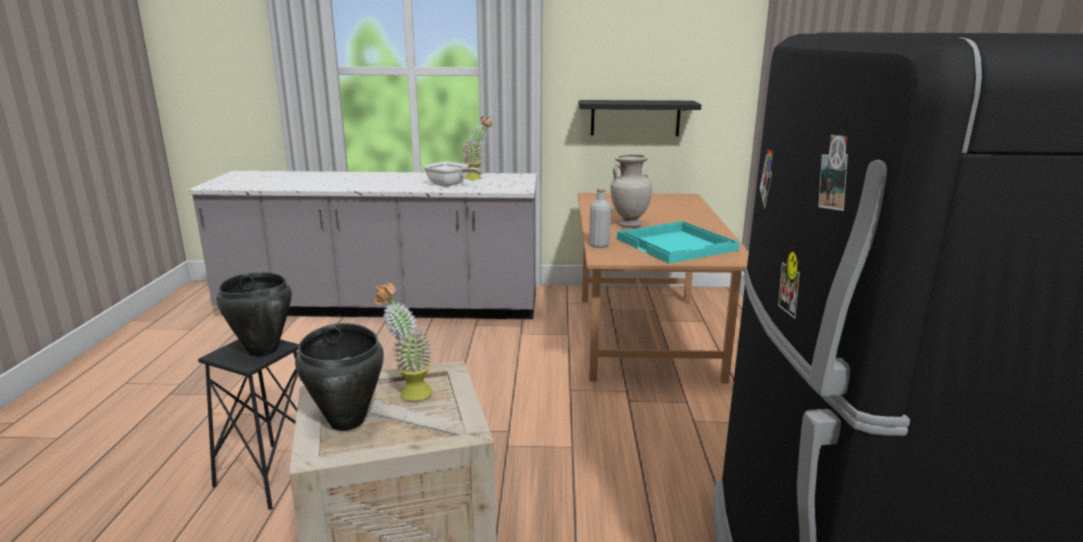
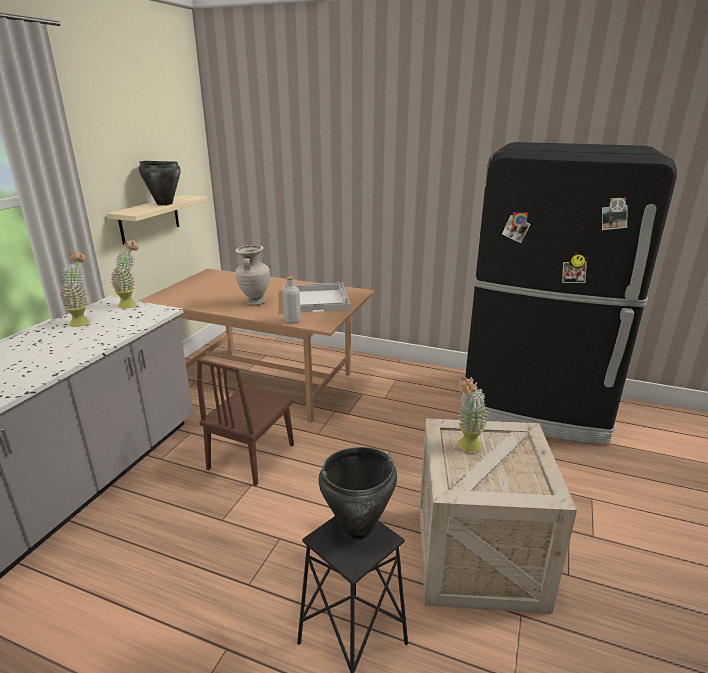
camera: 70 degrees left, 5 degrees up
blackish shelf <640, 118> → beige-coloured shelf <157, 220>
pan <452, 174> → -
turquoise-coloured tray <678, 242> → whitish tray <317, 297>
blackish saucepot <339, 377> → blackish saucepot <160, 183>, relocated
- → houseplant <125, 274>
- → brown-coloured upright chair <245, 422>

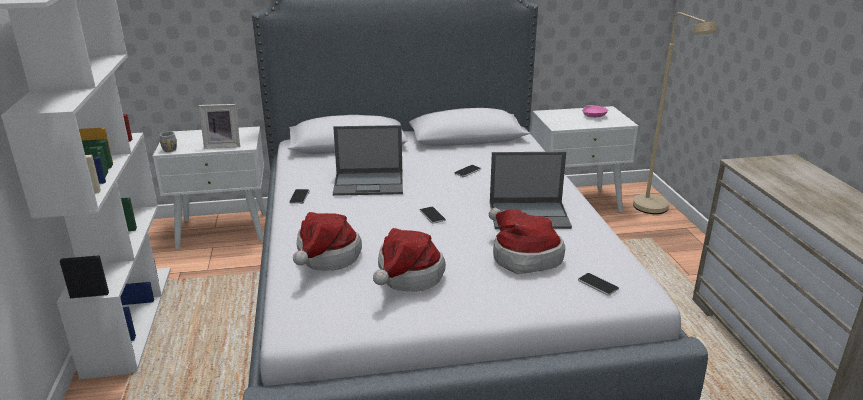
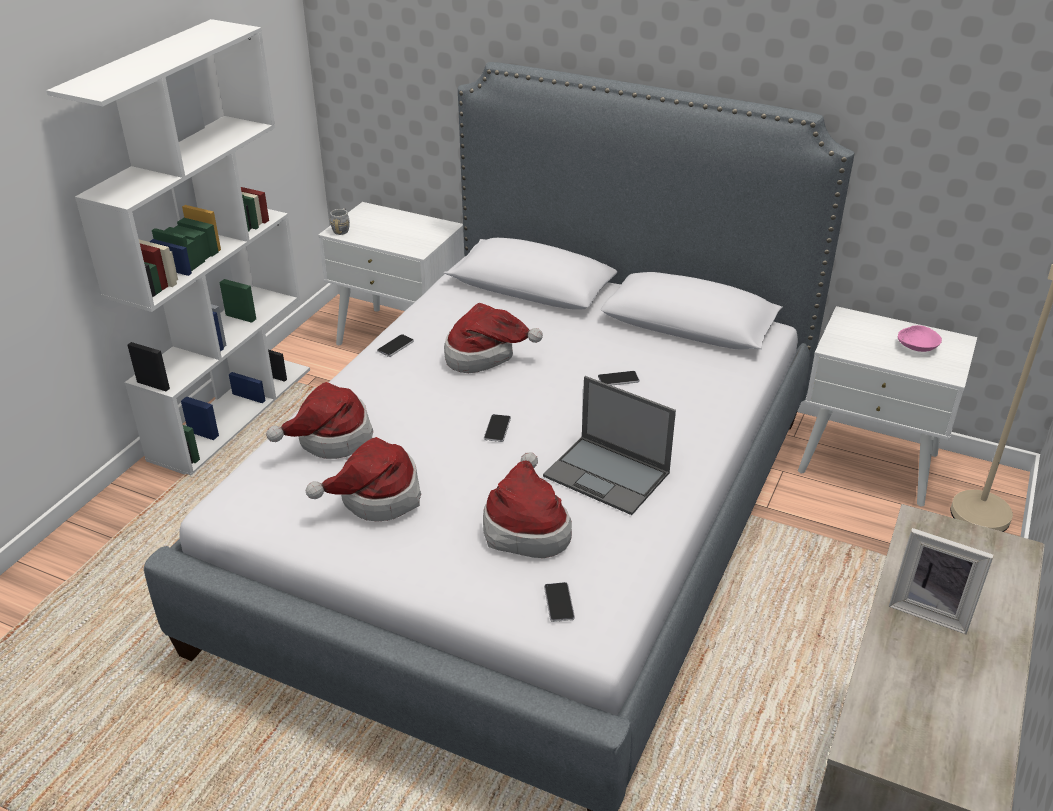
camera: 35 degrees right, 10 degrees up
standing frame <219, 126> → standing frame <941, 581>, relocated
notebook computer <368, 160> → clothing hat <493, 338>

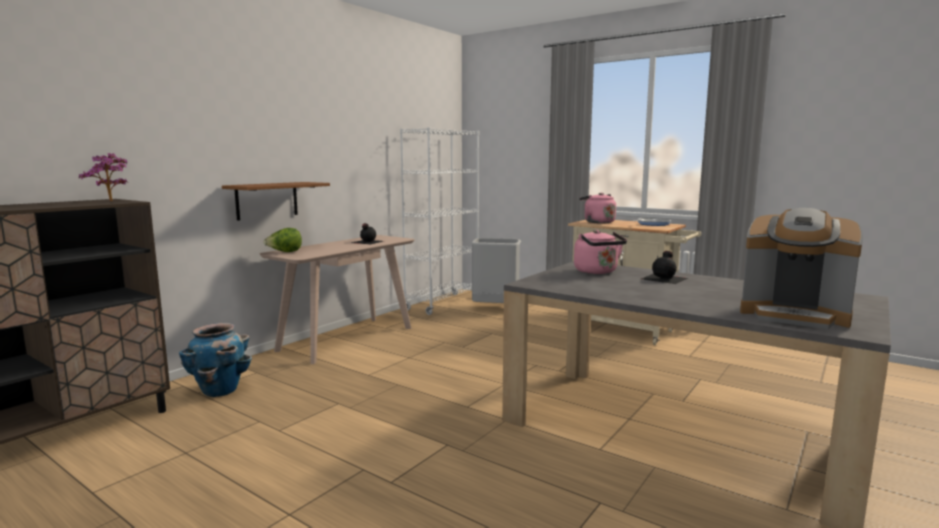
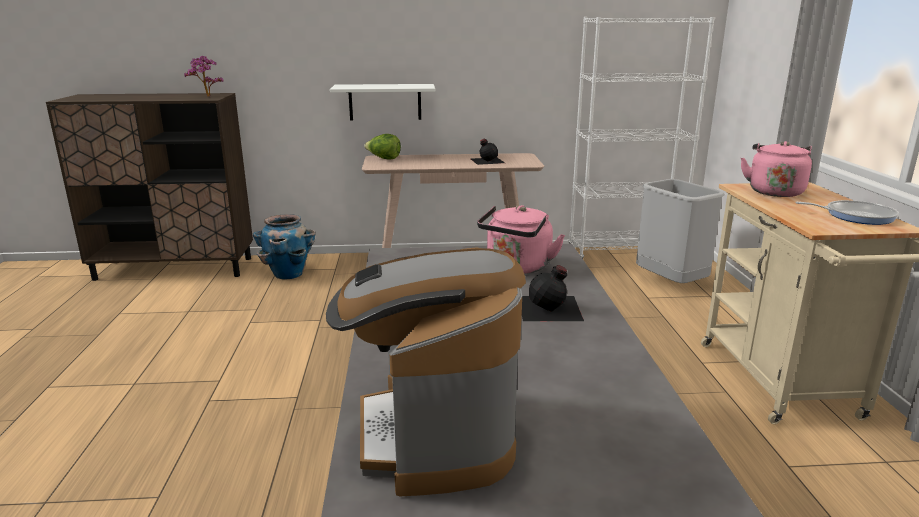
camera: 50 degrees right, 10 degrees up
brown-coloured shelf <276, 201> → whitish shelf <382, 102>

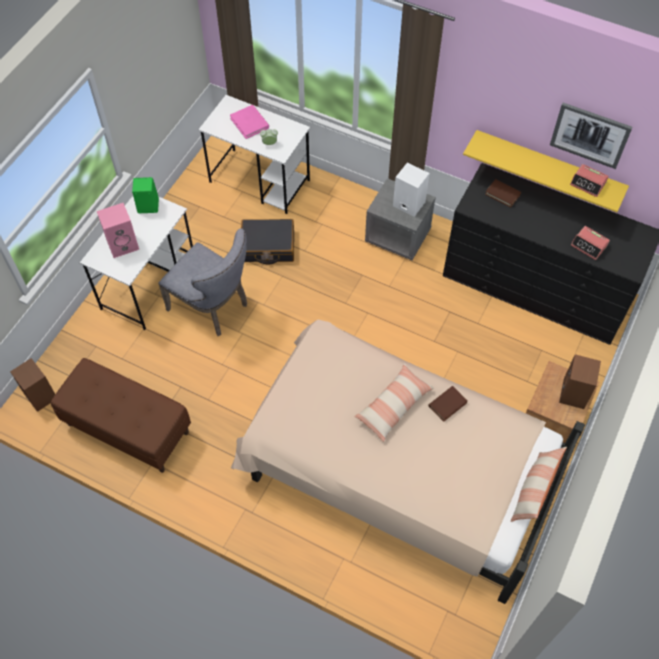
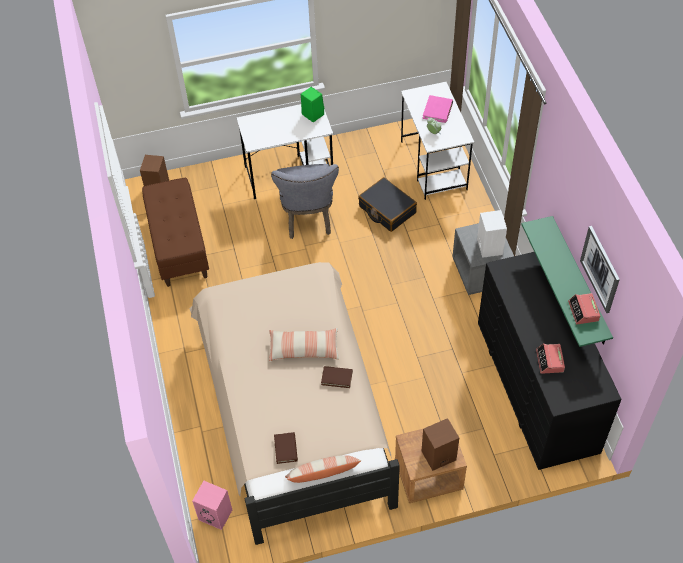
camera: 50 degrees right, 5 degrees down
yellow shelf <546, 171> → greenish shelf <567, 281>
brown-coloured volume <503, 193> → brown-coloured volume <286, 448>, relocated
pinkish audio speaker <118, 230> → pinkish audio speaker <212, 505>, relocated

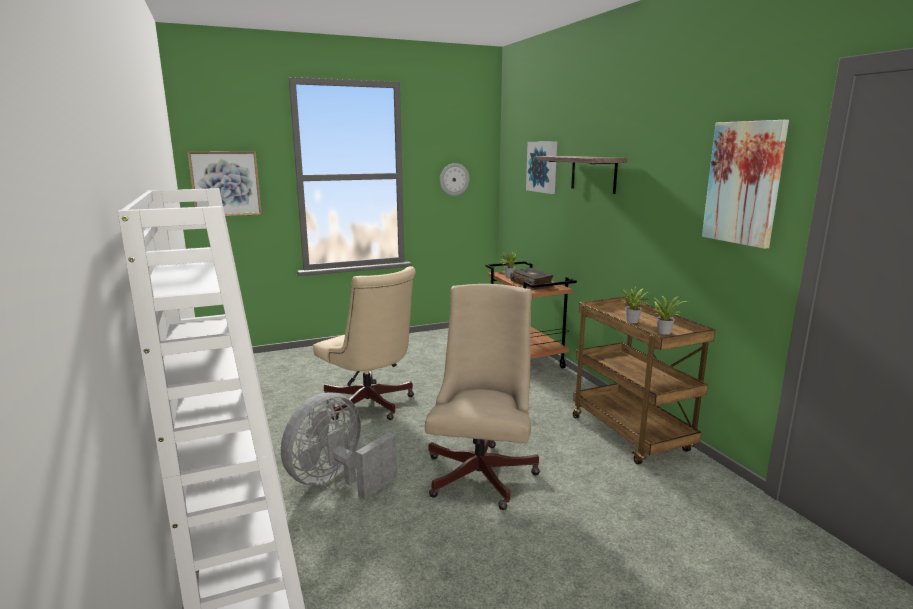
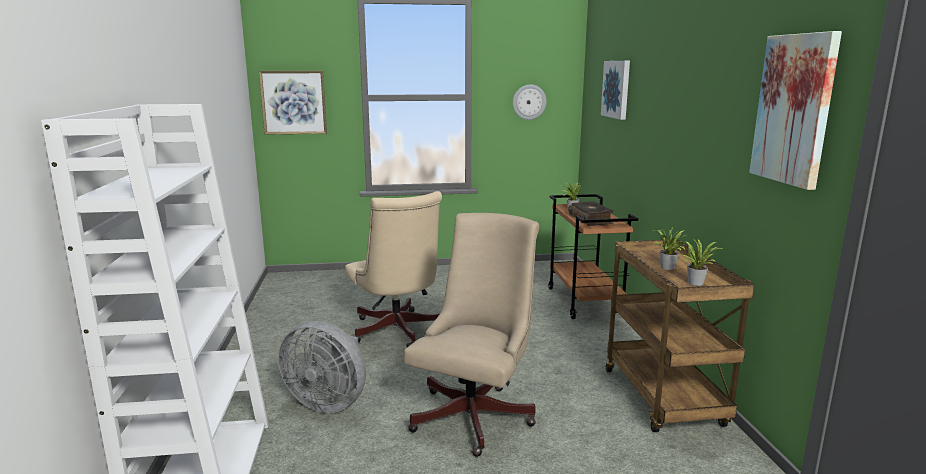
camera: 15 degrees right, 0 degrees up
shelf <582, 175> → -
gray electric fan <339, 446> → gray electric fan <322, 367>, 120 degrees counterclockwise

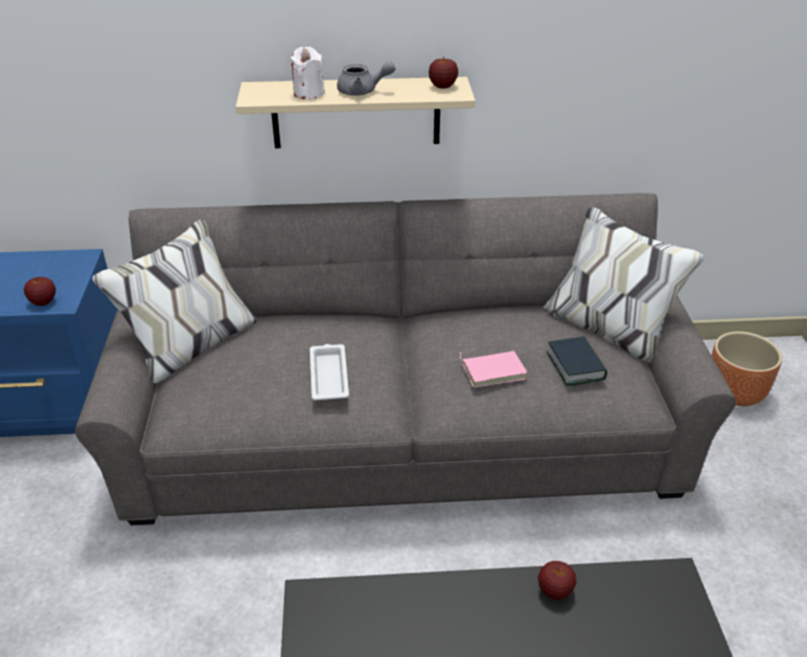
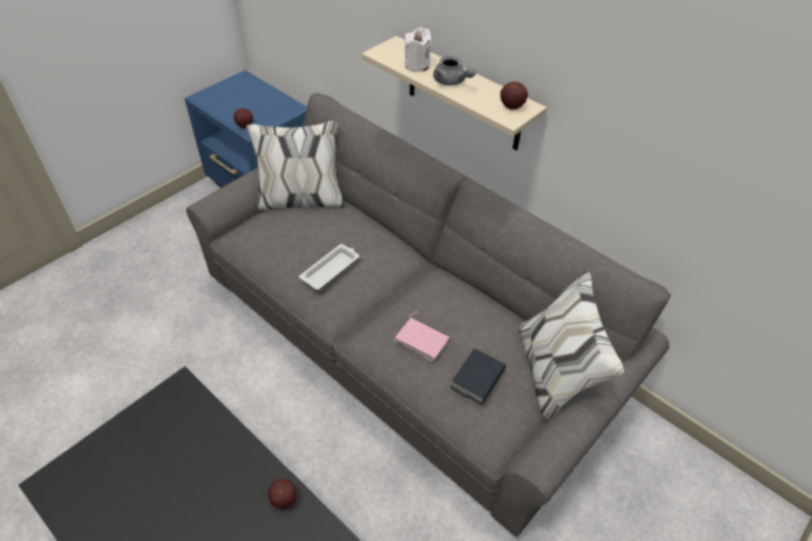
camera: 45 degrees right, 10 degrees up
brown-coloured flower pot <746, 368> → -

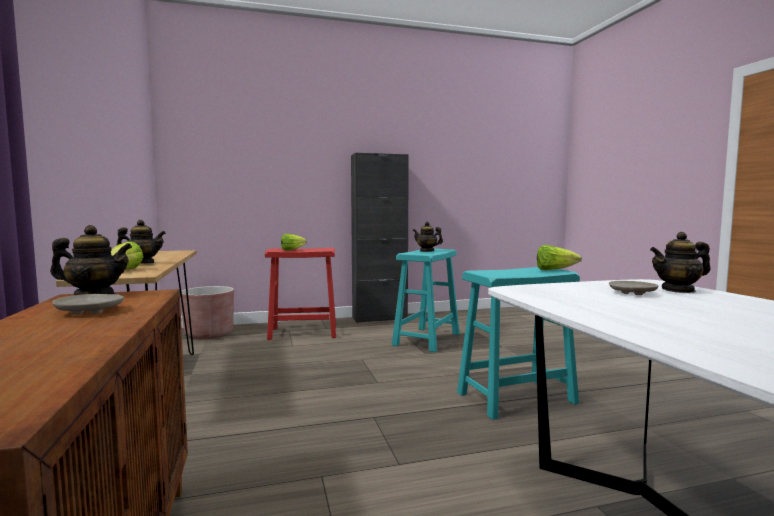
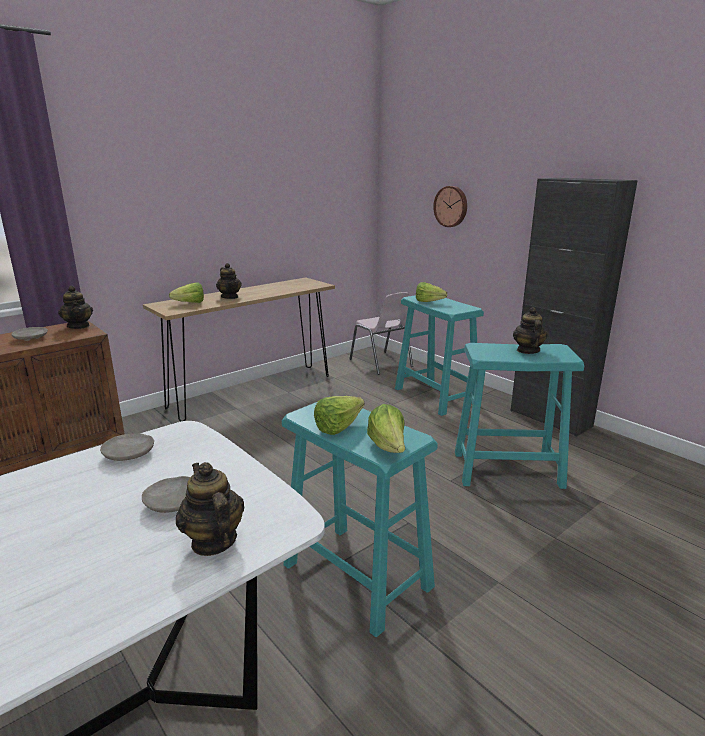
camera: 65 degrees right, 15 degrees up
red stool seat <300, 294> → turquoise-coloured stool seat <439, 355>
brown-coloured flower pot <207, 312> → pinkish upright chair <381, 333>
- → wall clock <450, 206>
- → lettuce <339, 415>
- → beige-coloured flat dish <127, 447>

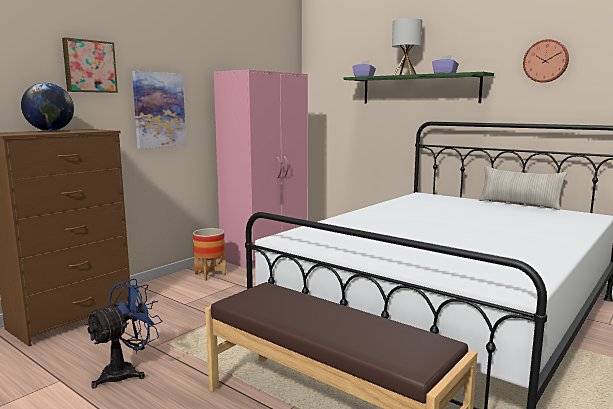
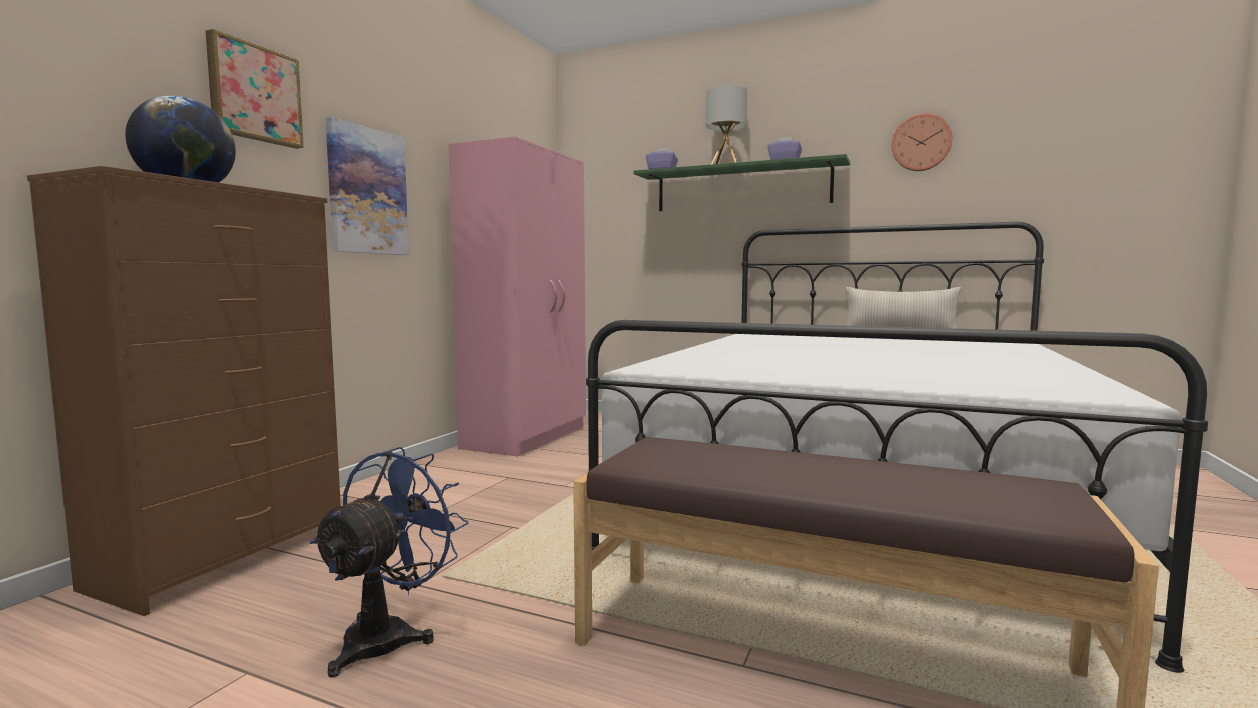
camera: 15 degrees left, 5 degrees down
flower pot <209, 254> → -

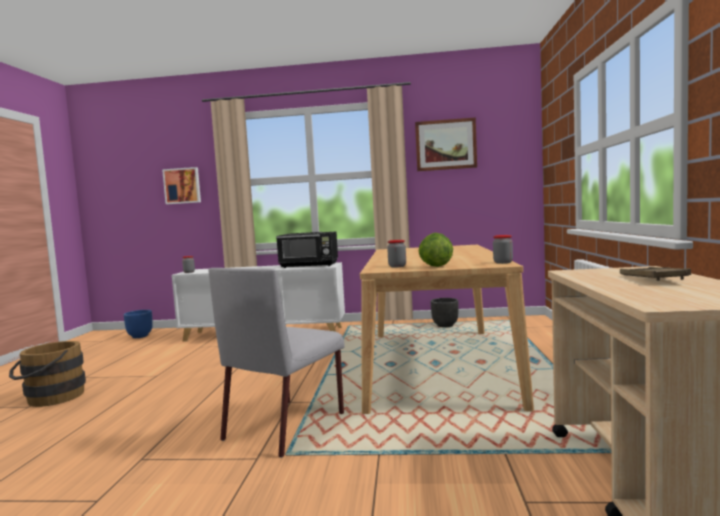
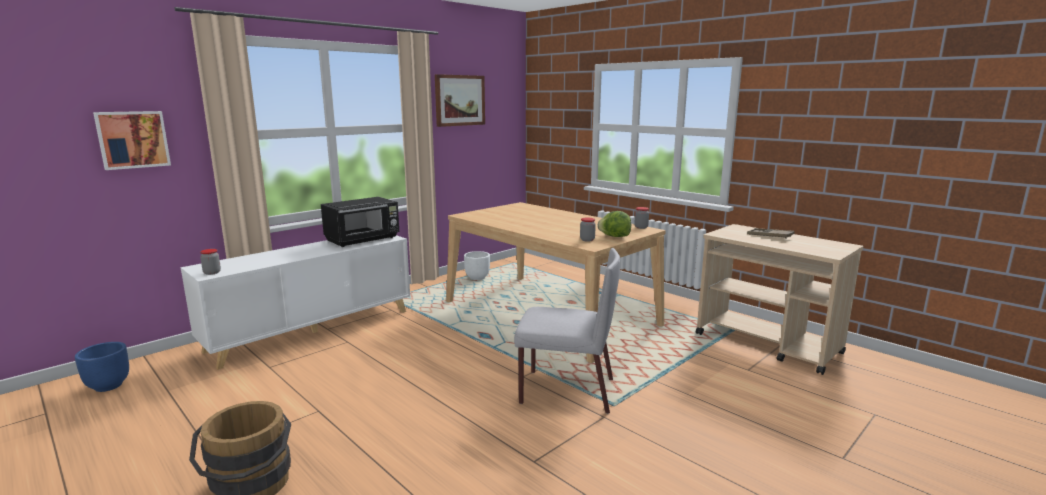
camera: 50 degrees left, 10 degrees up
gray upright chair <277, 363> → gray upright chair <567, 331>, 60 degrees counterclockwise
blackish flower pot <445, 312> → whitish flower pot <477, 265>

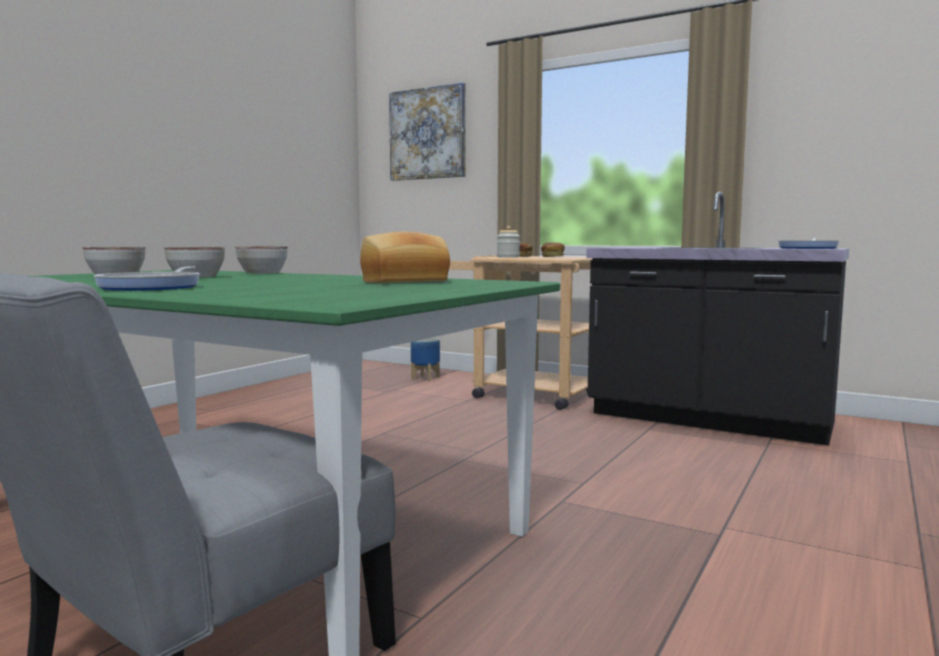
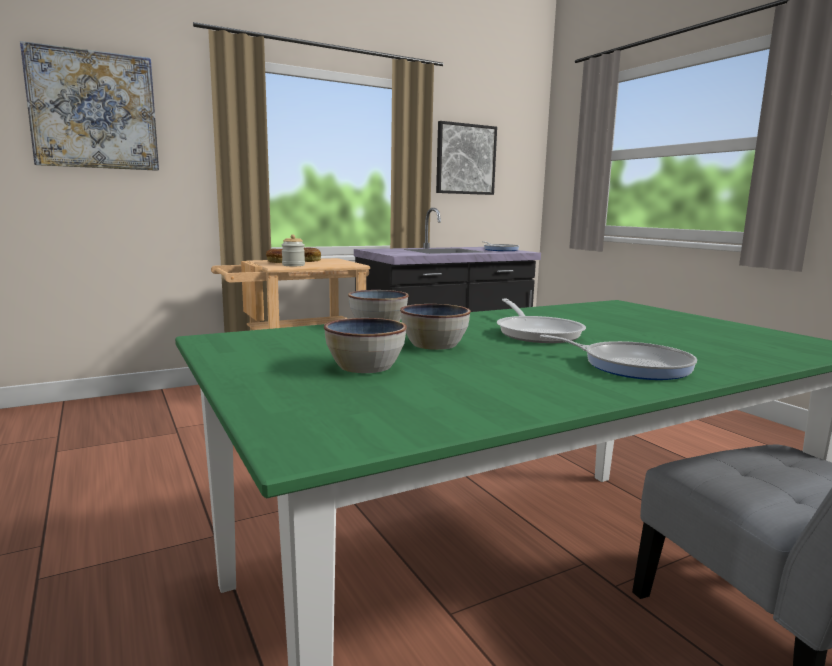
camera: 60 degrees left, 5 degrees up
baked bread <405, 257> → -
flower pot <425, 359> → -
- → wall picture <466, 158>
- → pan <541, 320>

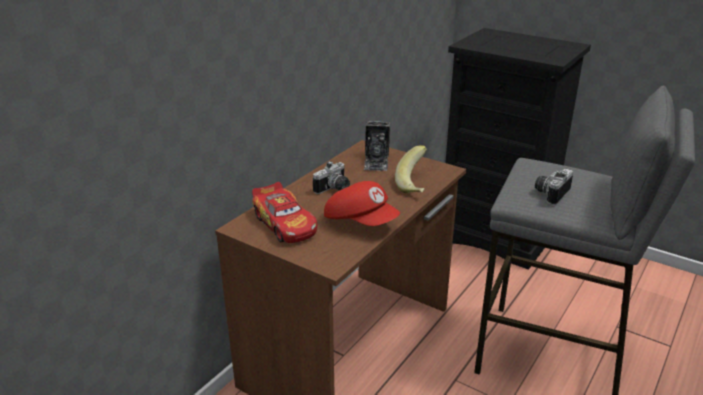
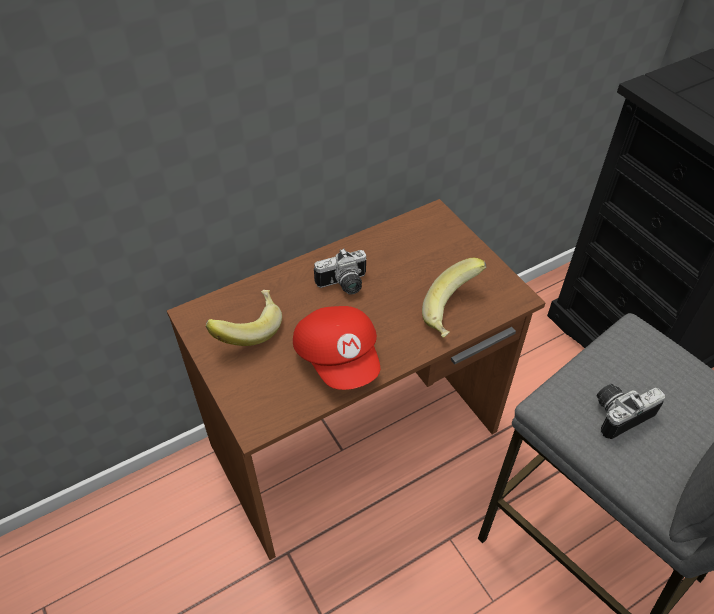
camera: 25 degrees right, 20 degrees up
photo camera <377, 146> → -
model car <284, 212> → banana <244, 318>

